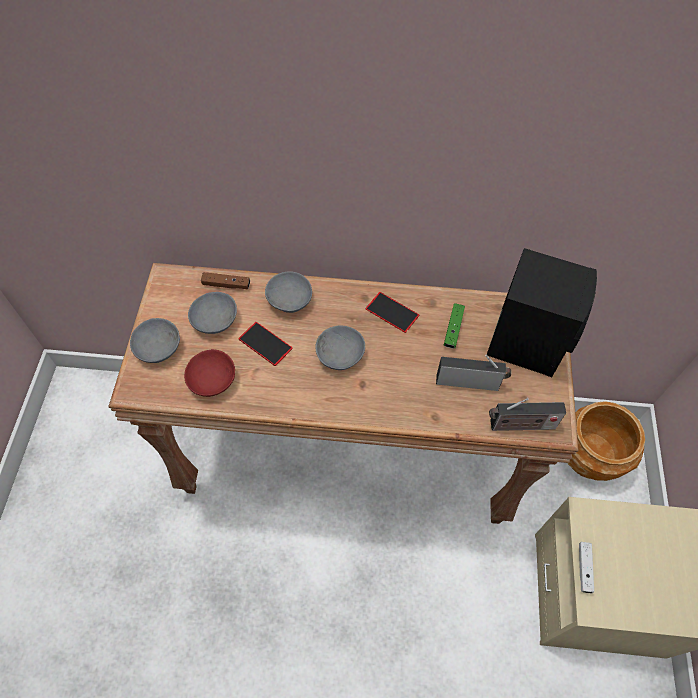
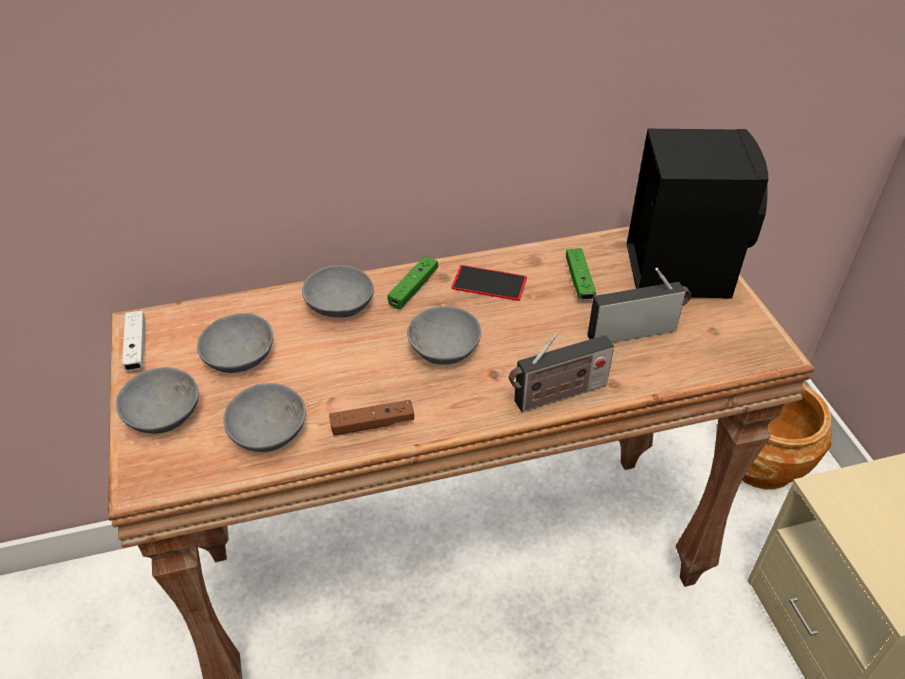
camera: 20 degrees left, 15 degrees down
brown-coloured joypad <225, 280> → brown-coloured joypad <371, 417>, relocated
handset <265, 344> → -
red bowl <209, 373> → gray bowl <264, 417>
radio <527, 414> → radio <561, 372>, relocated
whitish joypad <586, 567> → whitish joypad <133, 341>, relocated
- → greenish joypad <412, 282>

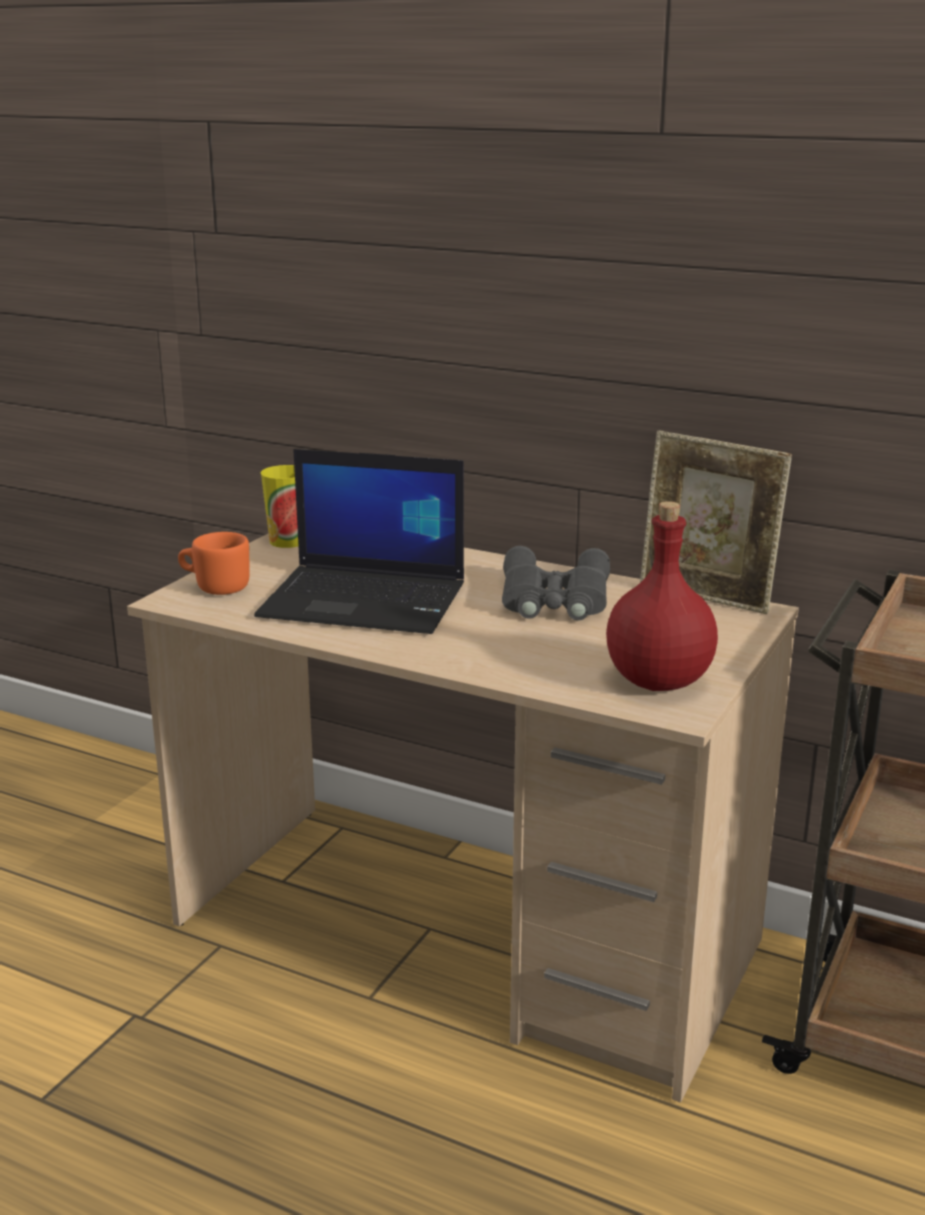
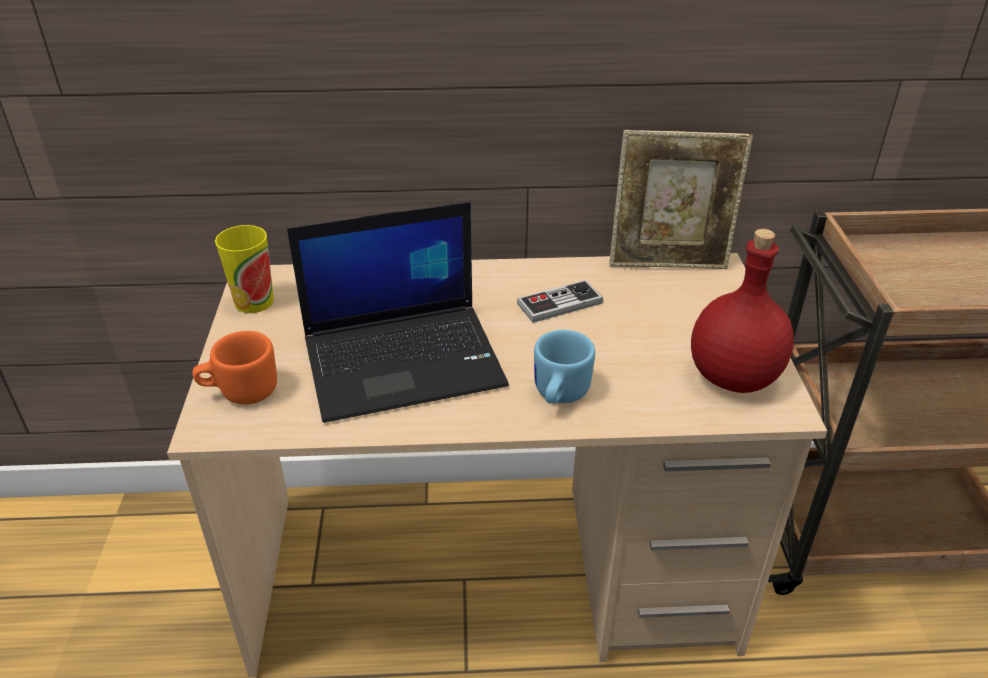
camera: 30 degrees left, 15 degrees up
gray field glasses <556, 583> → joypad <560, 301>
- → bluish mug <564, 366>

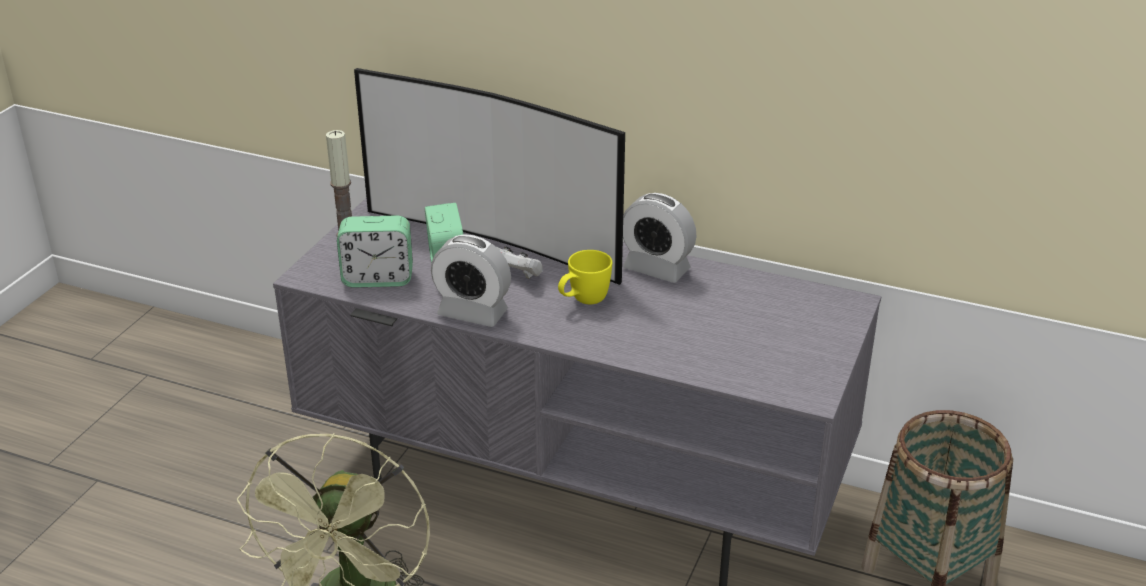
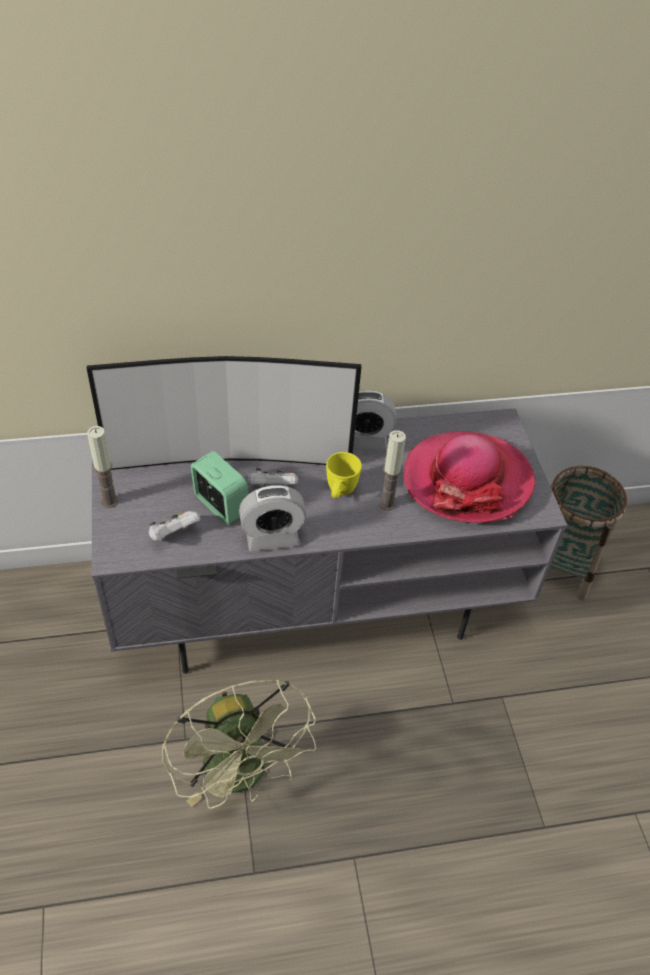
camera: 35 degrees left, 15 degrees up
bedside clock <375, 251> → whitish joypad <175, 526>
- → candle <392, 470>
- → clothing hat <469, 477>

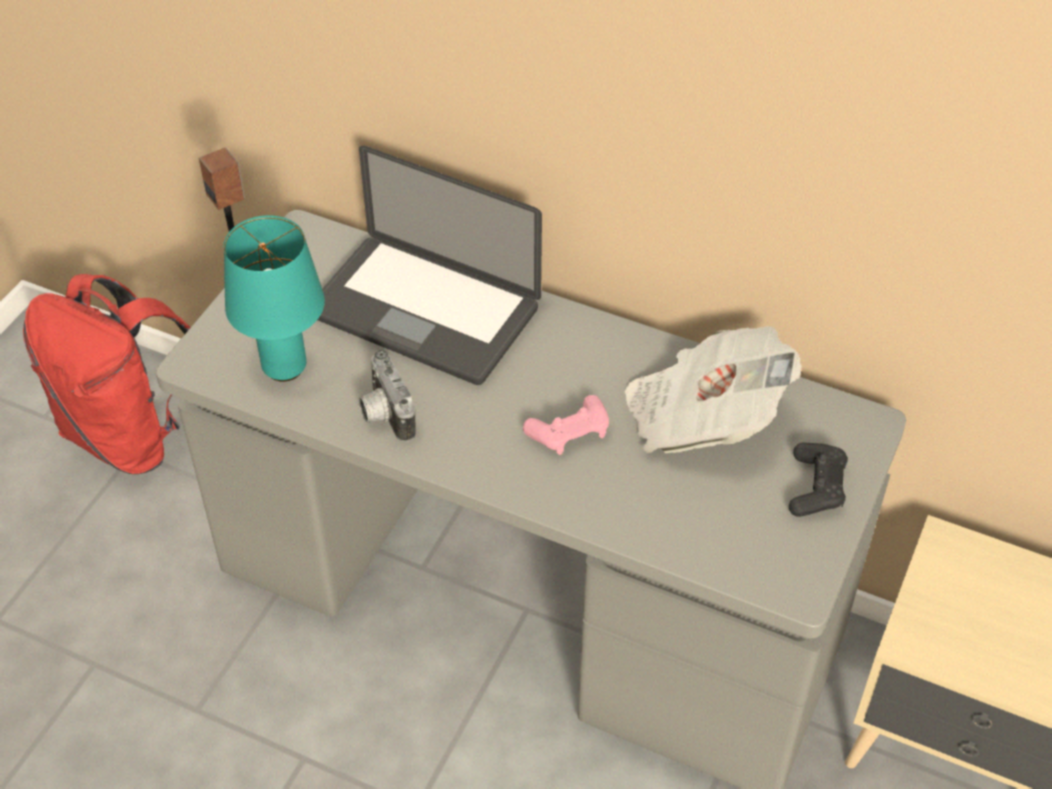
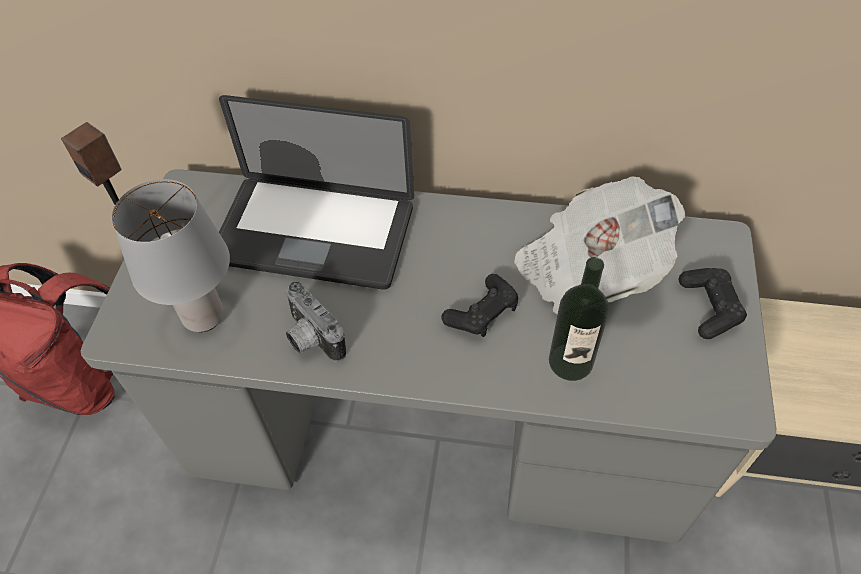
camera: 15 degrees left, 5 degrees up
turquoise-coloured table lamp <274, 298> → gray table lamp <171, 255>
pinkish joypad <566, 425> → blackish joypad <479, 305>
- → drink bottle <579, 319>

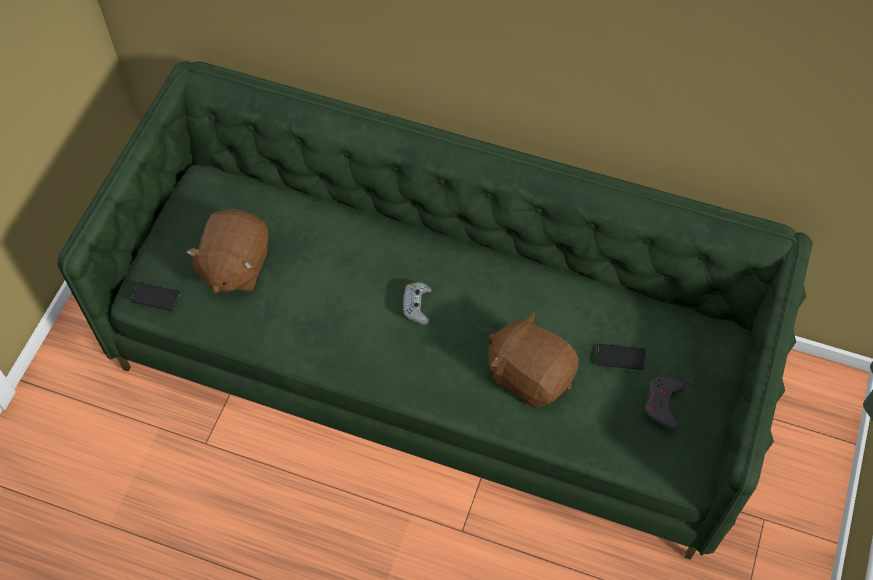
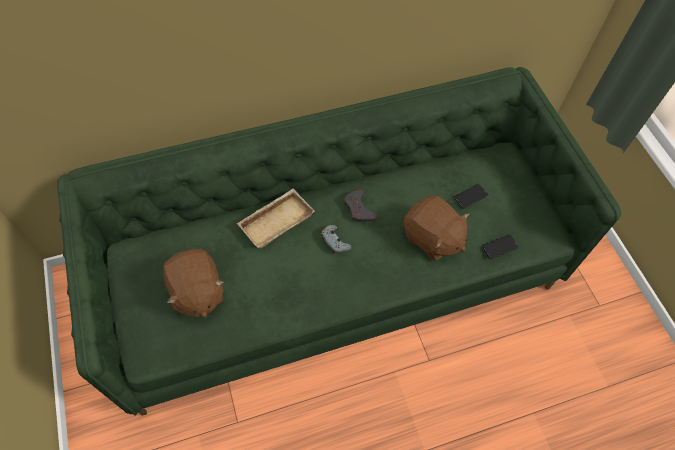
camera: 40 degrees left, 0 degrees up
handset <155, 297> → handset <500, 246>, relocated
brown-coloured soft toy <533, 360> → brown-coloured soft toy <436, 228>, 135 degrees counterclockwise
gray joypad <664, 403> → gray joypad <360, 205>, relocated
- → beige-coloured tray <276, 218>

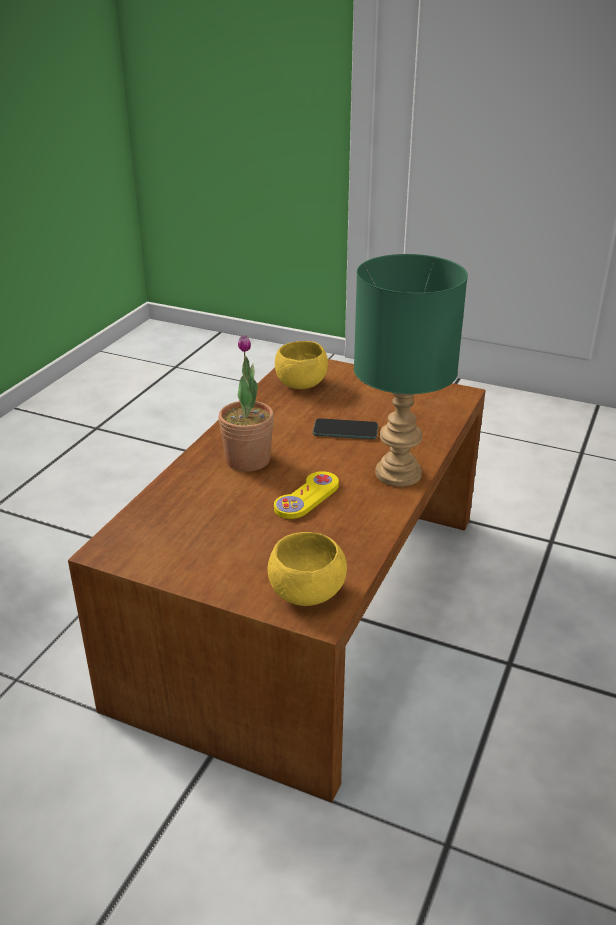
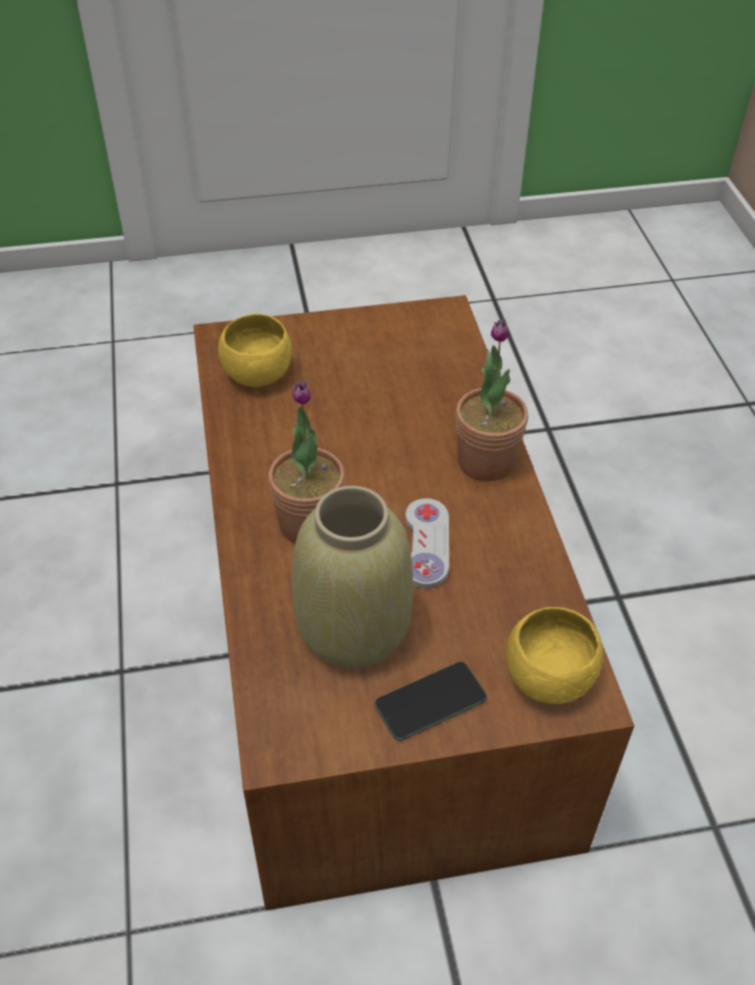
camera: 35 degrees left, 15 degrees up
greenish table lamp <411, 370> → houseplant <492, 400>
handset <345, 428> → handset <431, 701>, relocated
yellow joypad <306, 495> → whitish joypad <427, 543>
- → beige-coloured flower vase <352, 577>

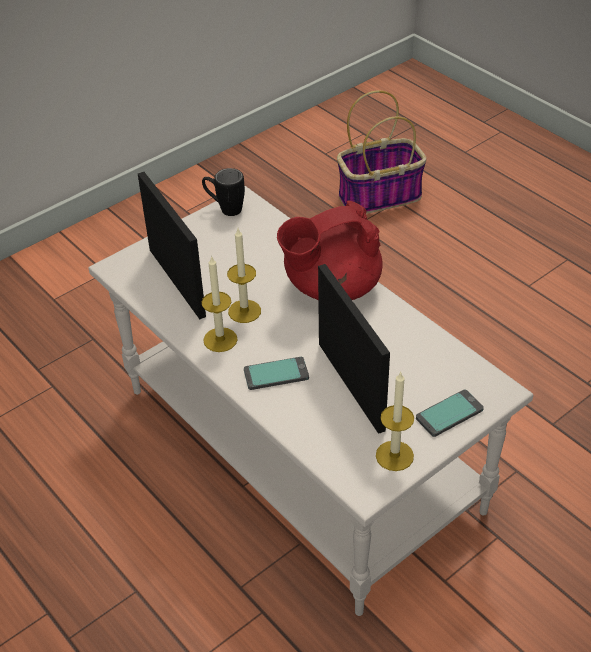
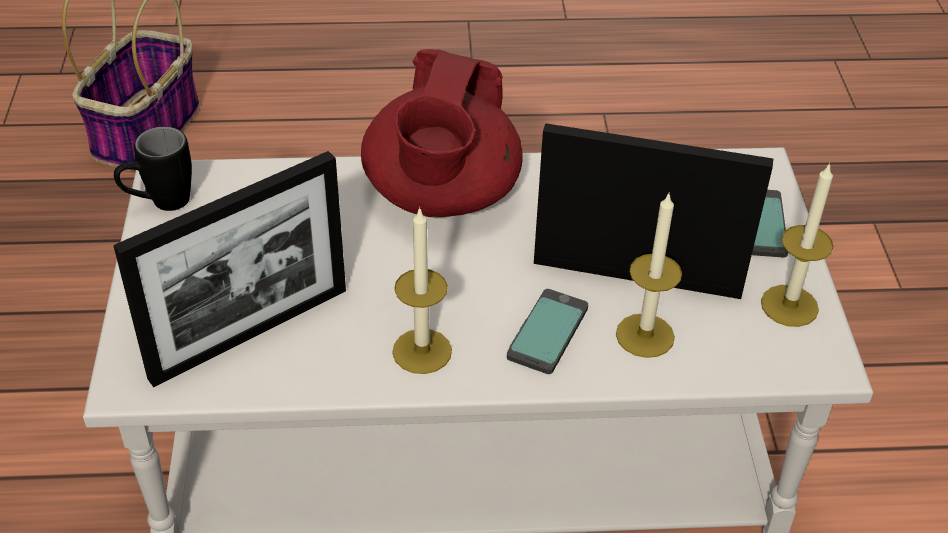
camera: 55 degrees left, 0 degrees up
standing frame <172, 245> → standing frame <229, 269>, 135 degrees clockwise
candle <244, 276> → candle <649, 275>, relocated

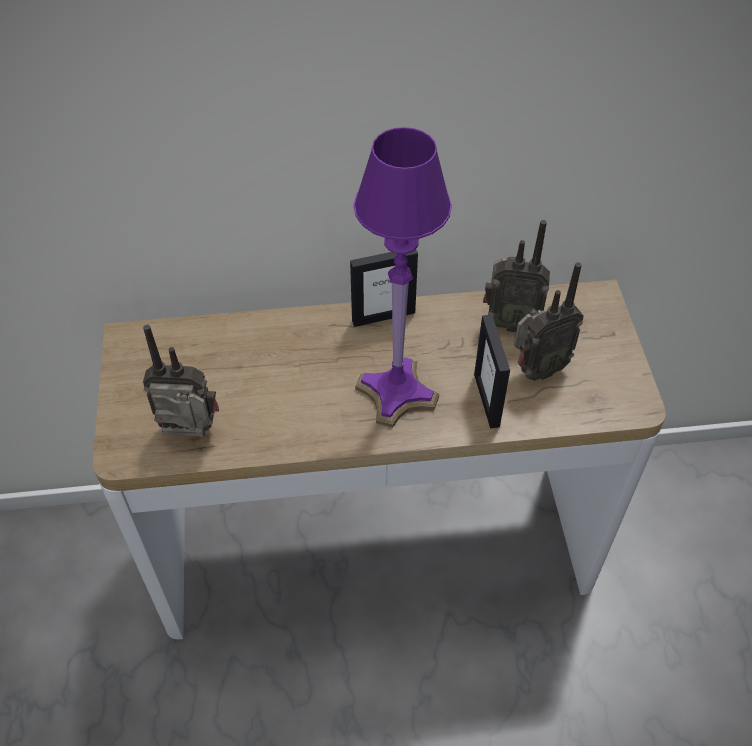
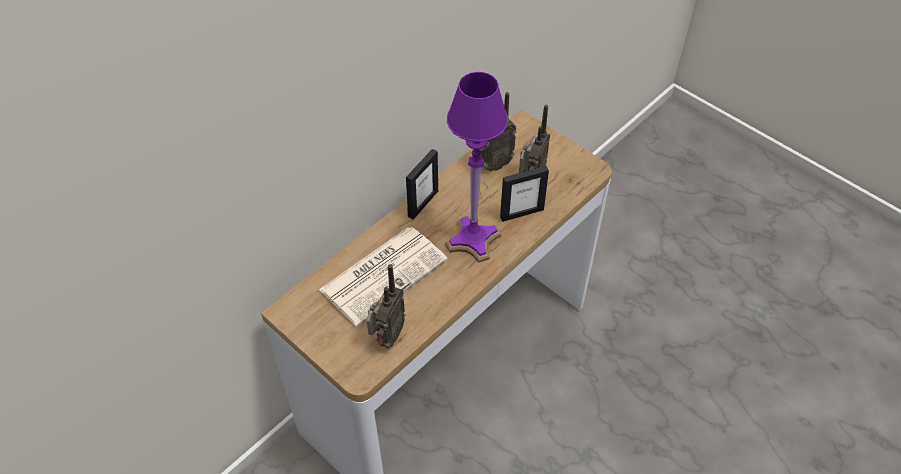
camera: 40 degrees left, 0 degrees up
standing frame <492, 371> → standing frame <524, 194>, 60 degrees counterclockwise
radio <181, 381> → radio <386, 306>, 150 degrees clockwise
- → newspaper <383, 277>

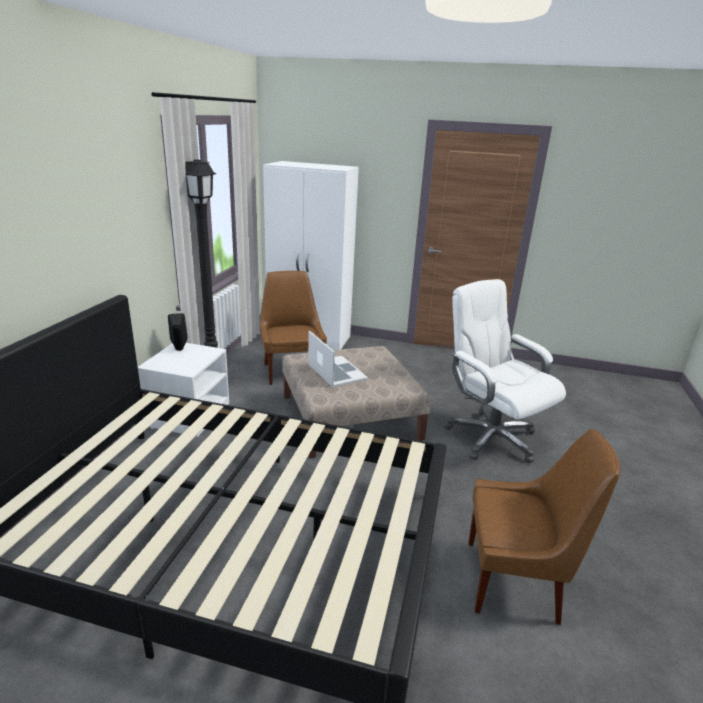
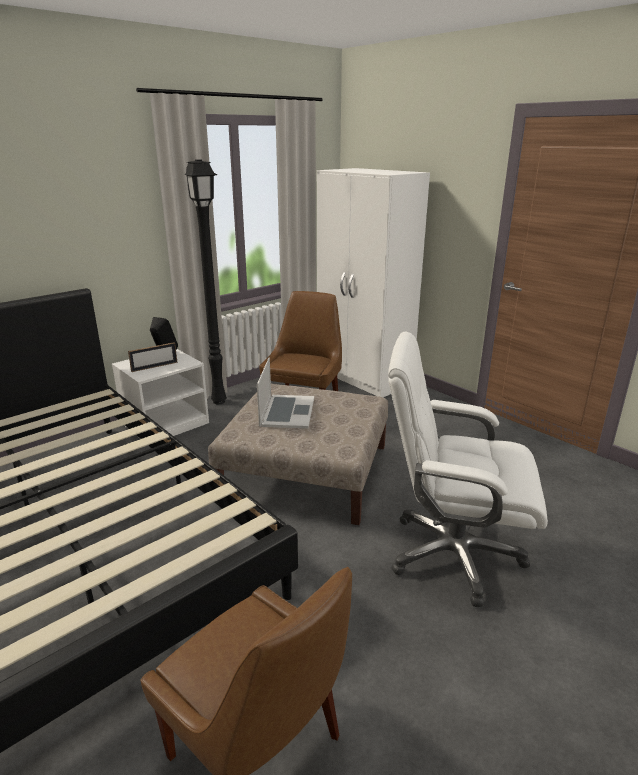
camera: 35 degrees right, 0 degrees up
whitish desk chair <505, 371> → whitish desk chair <468, 469>, 75 degrees counterclockwise
- → standing frame <152, 357>

